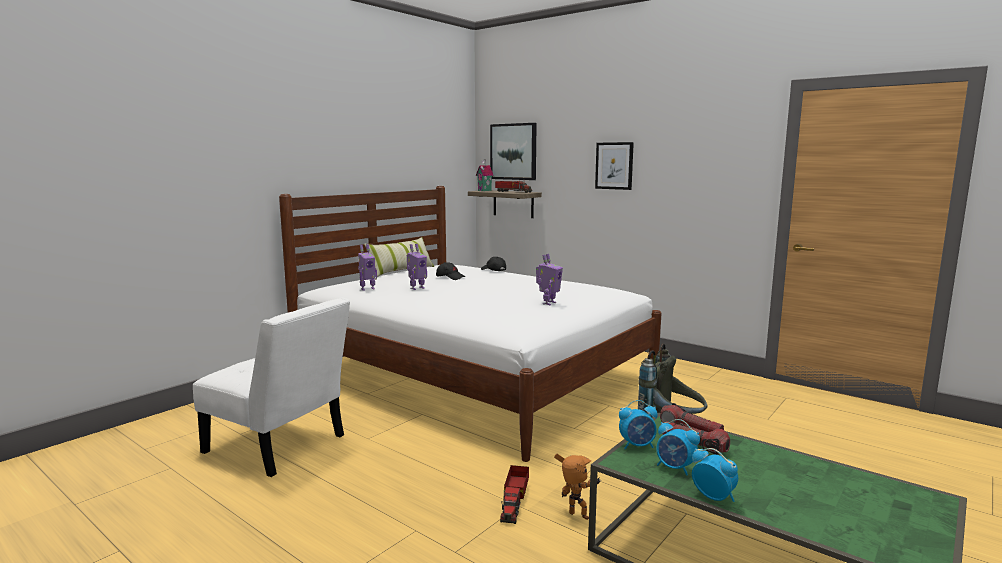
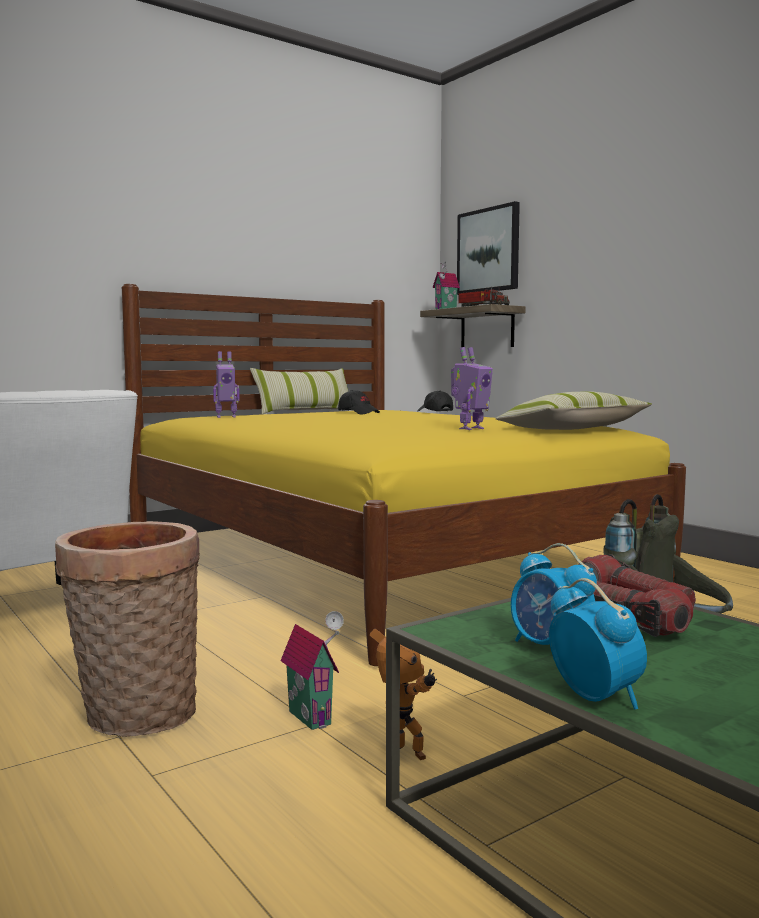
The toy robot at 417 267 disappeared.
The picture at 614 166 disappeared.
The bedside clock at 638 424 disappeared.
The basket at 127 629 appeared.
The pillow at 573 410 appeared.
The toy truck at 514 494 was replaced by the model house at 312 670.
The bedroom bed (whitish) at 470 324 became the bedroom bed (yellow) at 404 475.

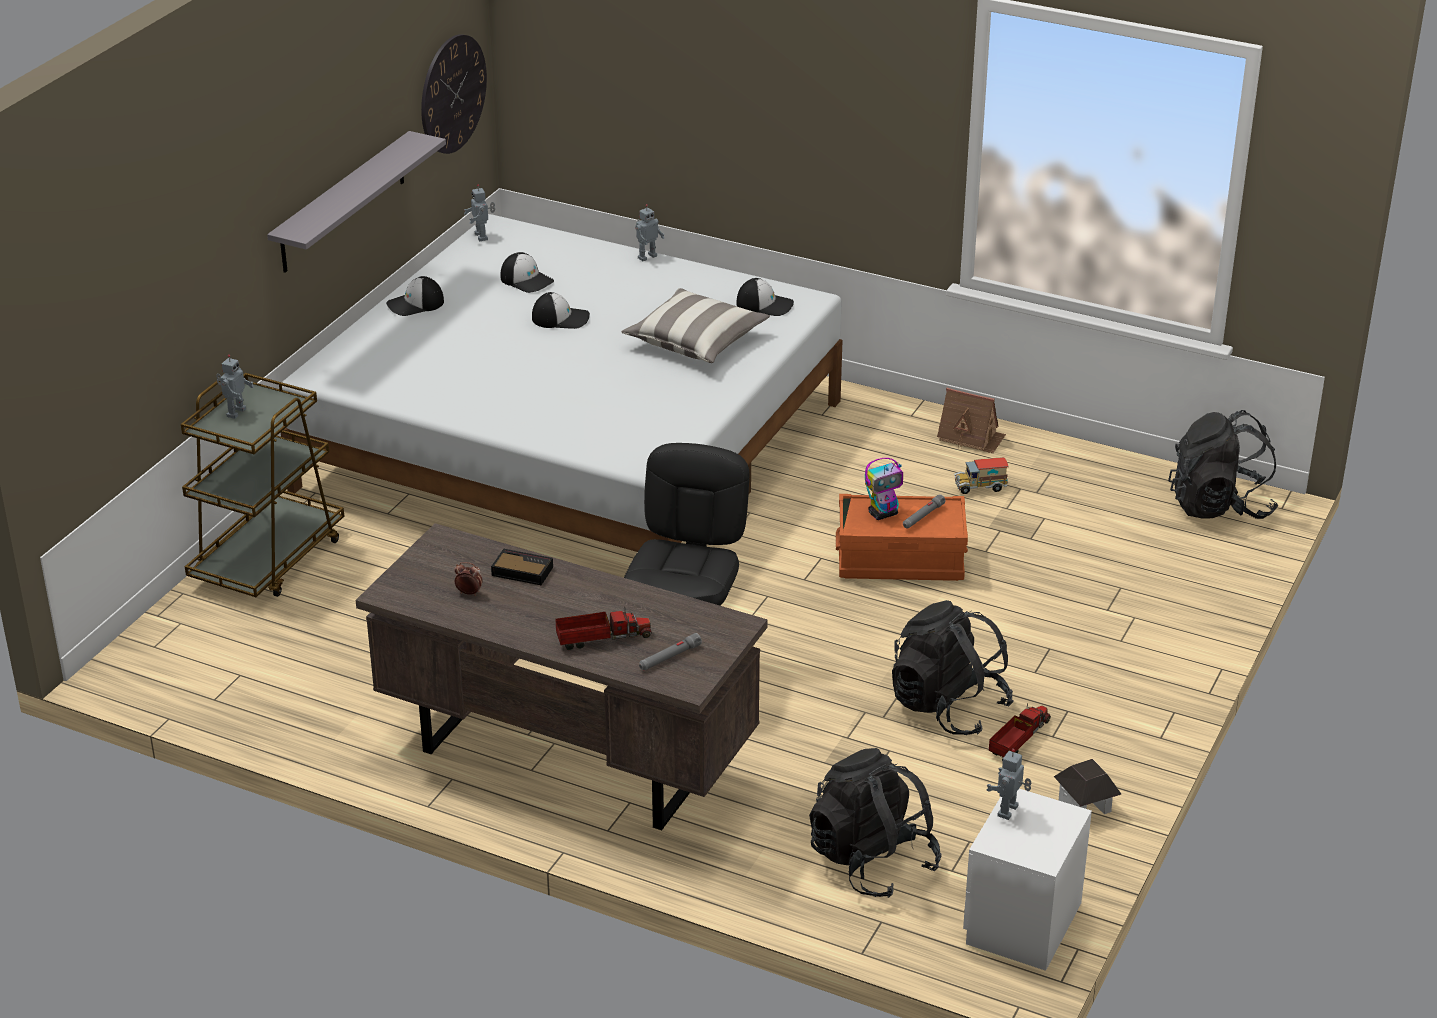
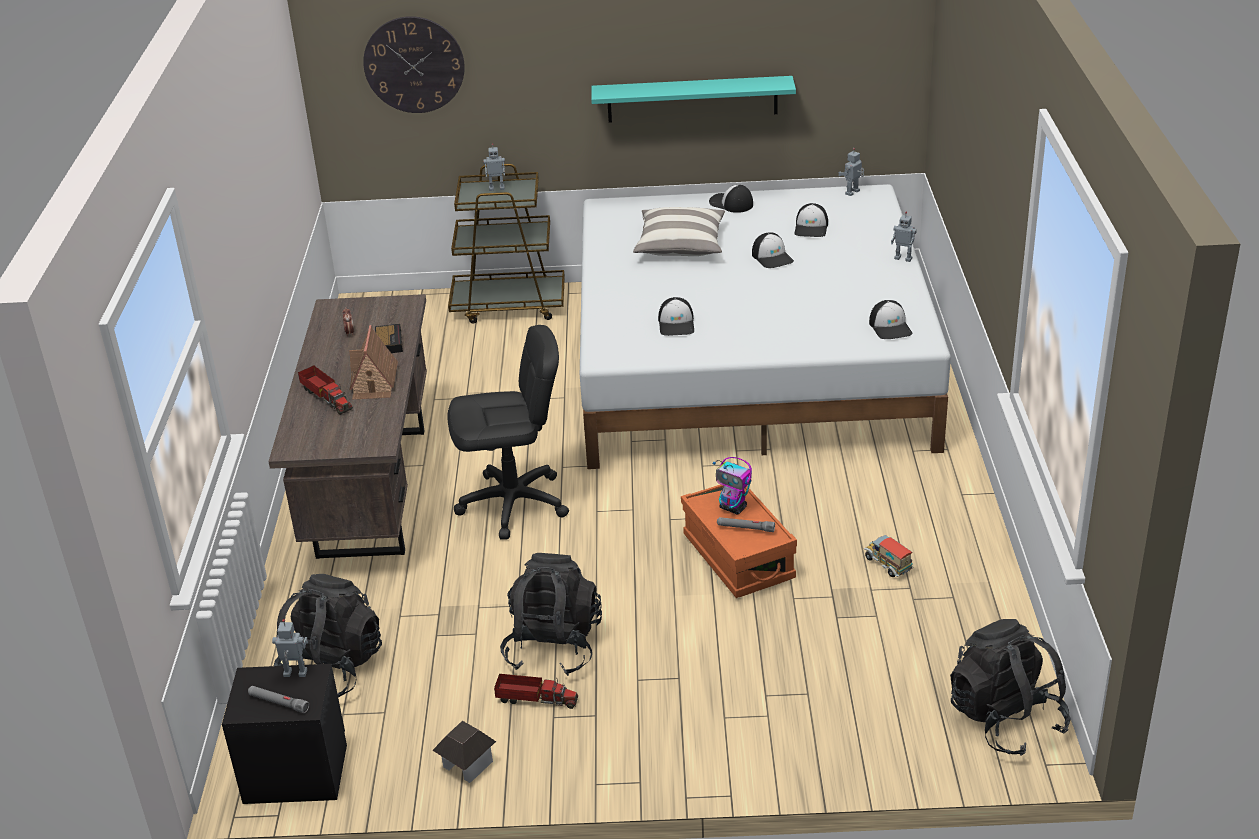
The baseball cap at 676 316 appeared.
The hanging clock moved from 454 94 to 414 64.
The pillow moved from 695 325 to 679 231.
The flashlight (greyish) moved from 670 652 to 278 699.
The model house moved from 971 420 to 373 362.
The wall shelf (greyish) at 356 202 became the wall shelf (turquoise) at 693 99.
The night table (whitish) at 1027 880 became the night table (blackish) at 284 734.

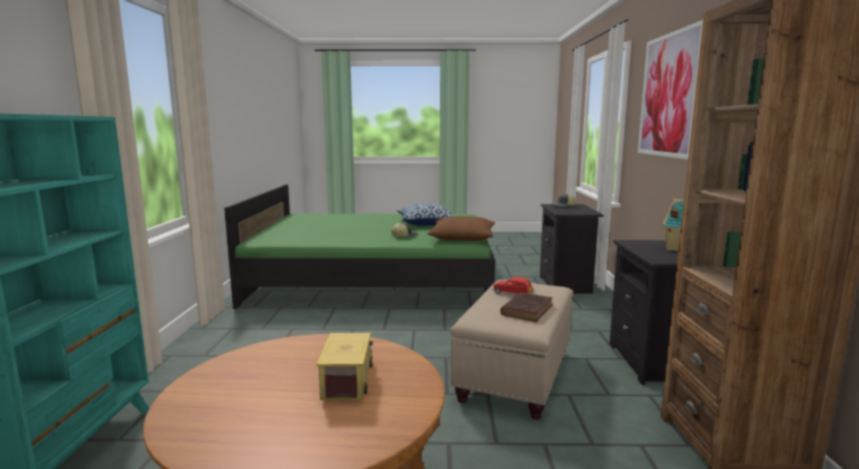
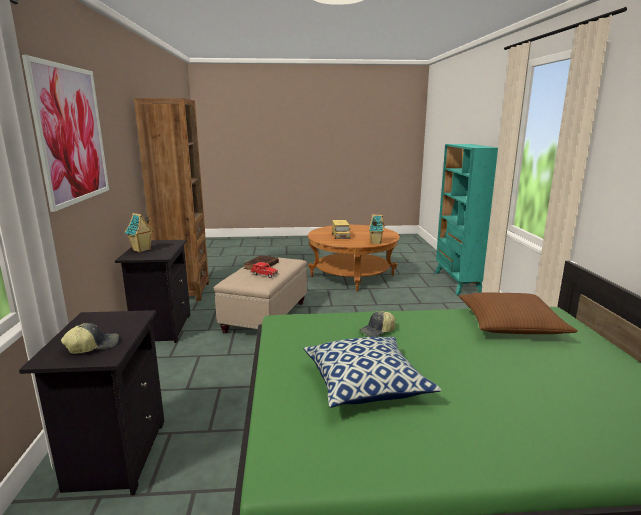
The model house at 376 229 appeared.
The pillow (brown) moved from 461 228 to 518 313.

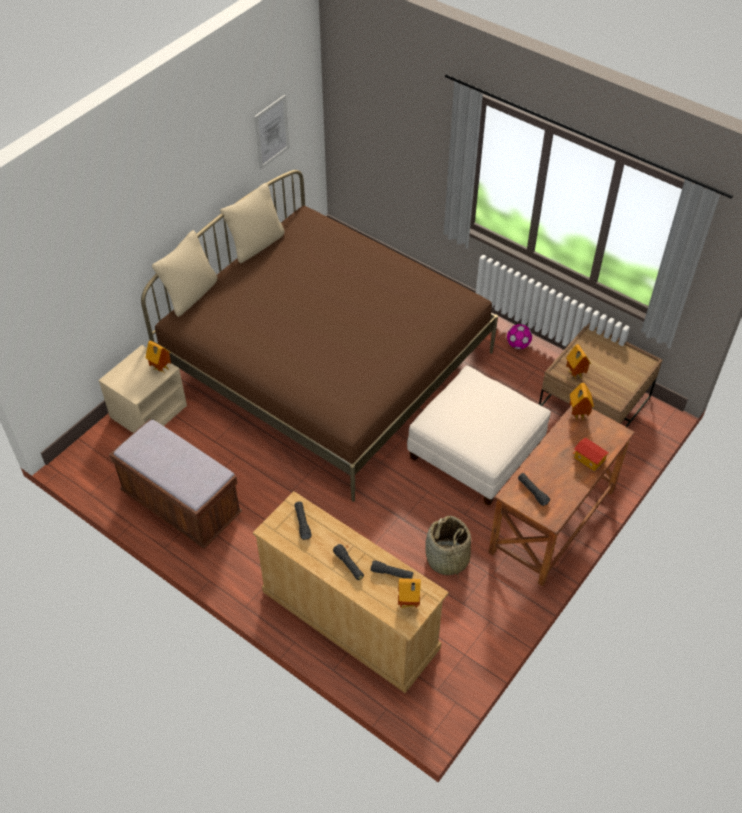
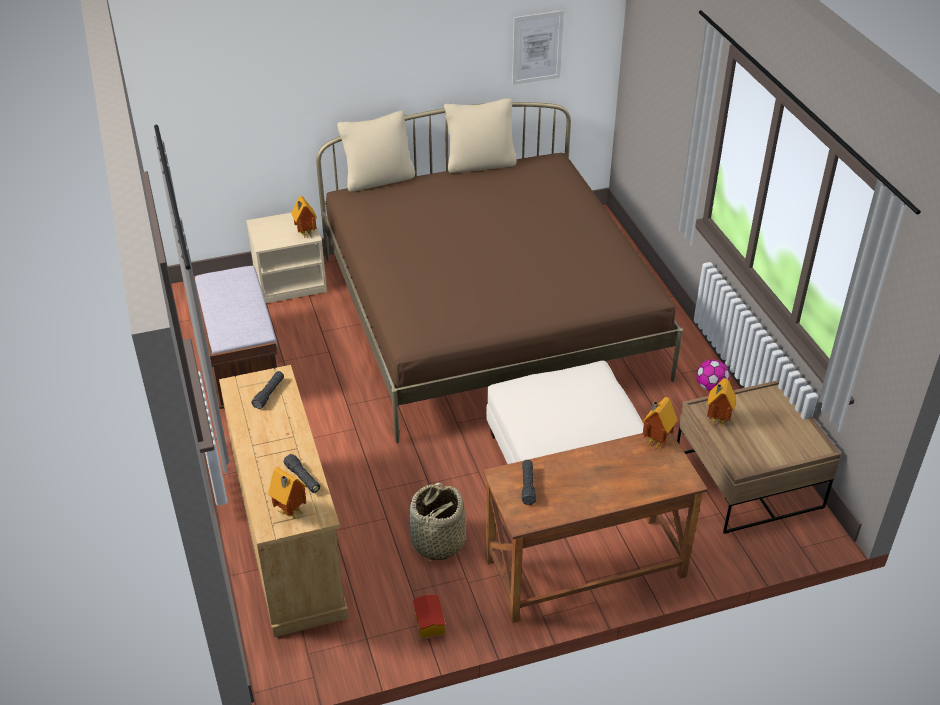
The flashlight (blackish) at 348 562 disappeared.
The model house moved from 590 455 to 429 617.

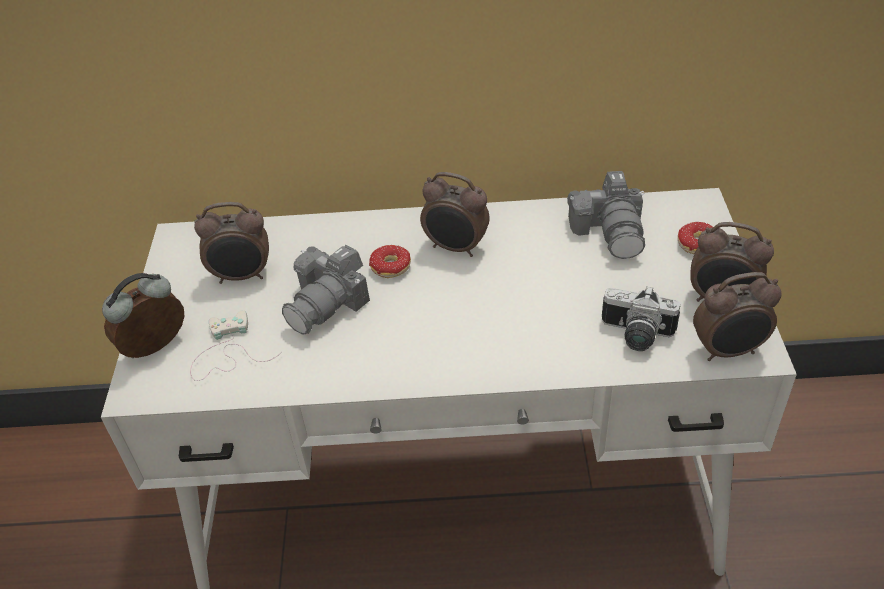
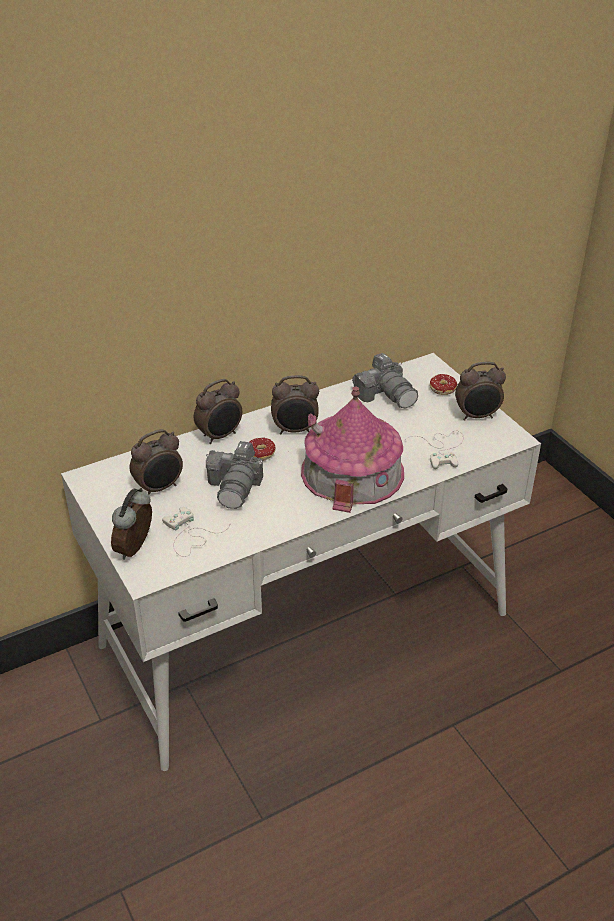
The model house at 352 450 appeared.
The bedside clock moved from 737 316 to 218 411.
The photo camera at 641 318 was replaced by the game controller (whitish) at 434 450.

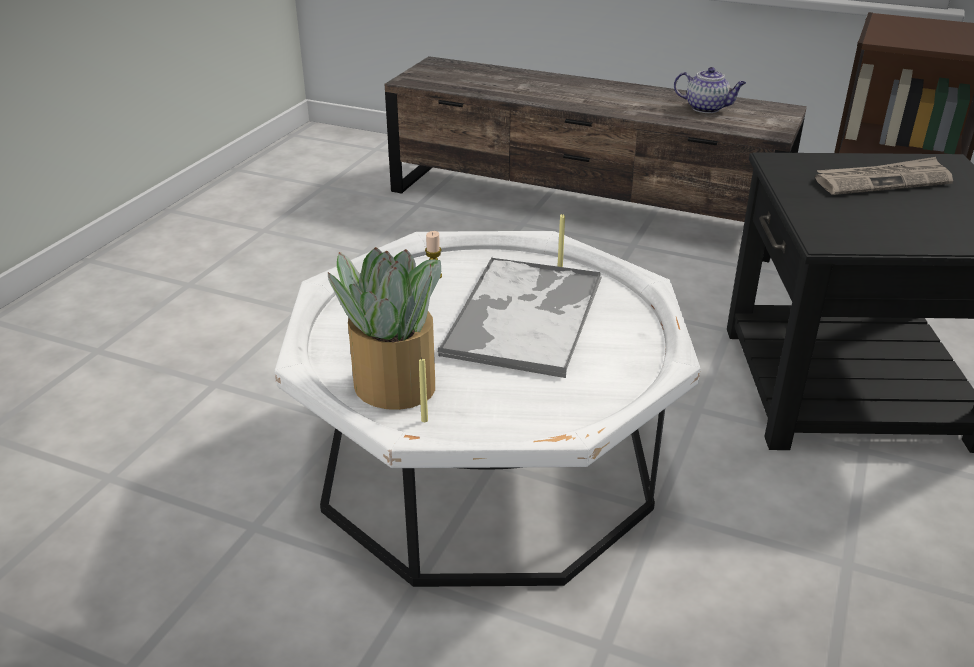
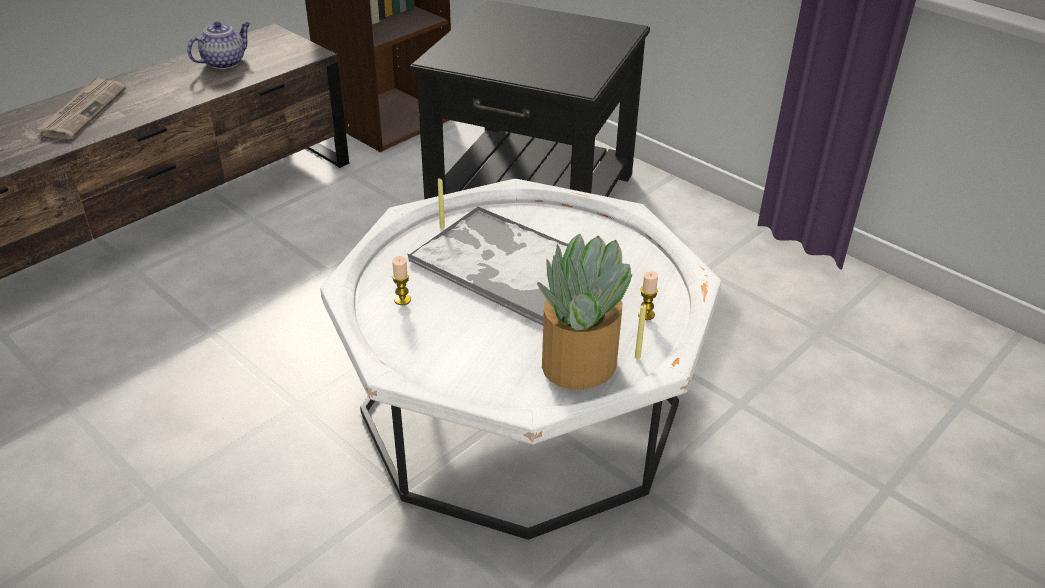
The wax candle at 648 295 appeared.
The newspaper moved from 884 176 to 81 107.

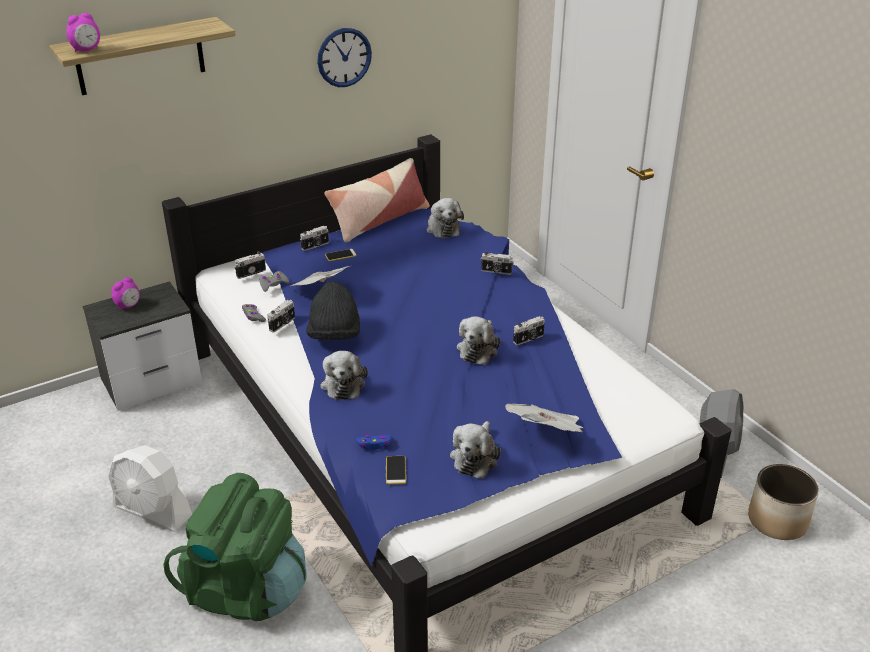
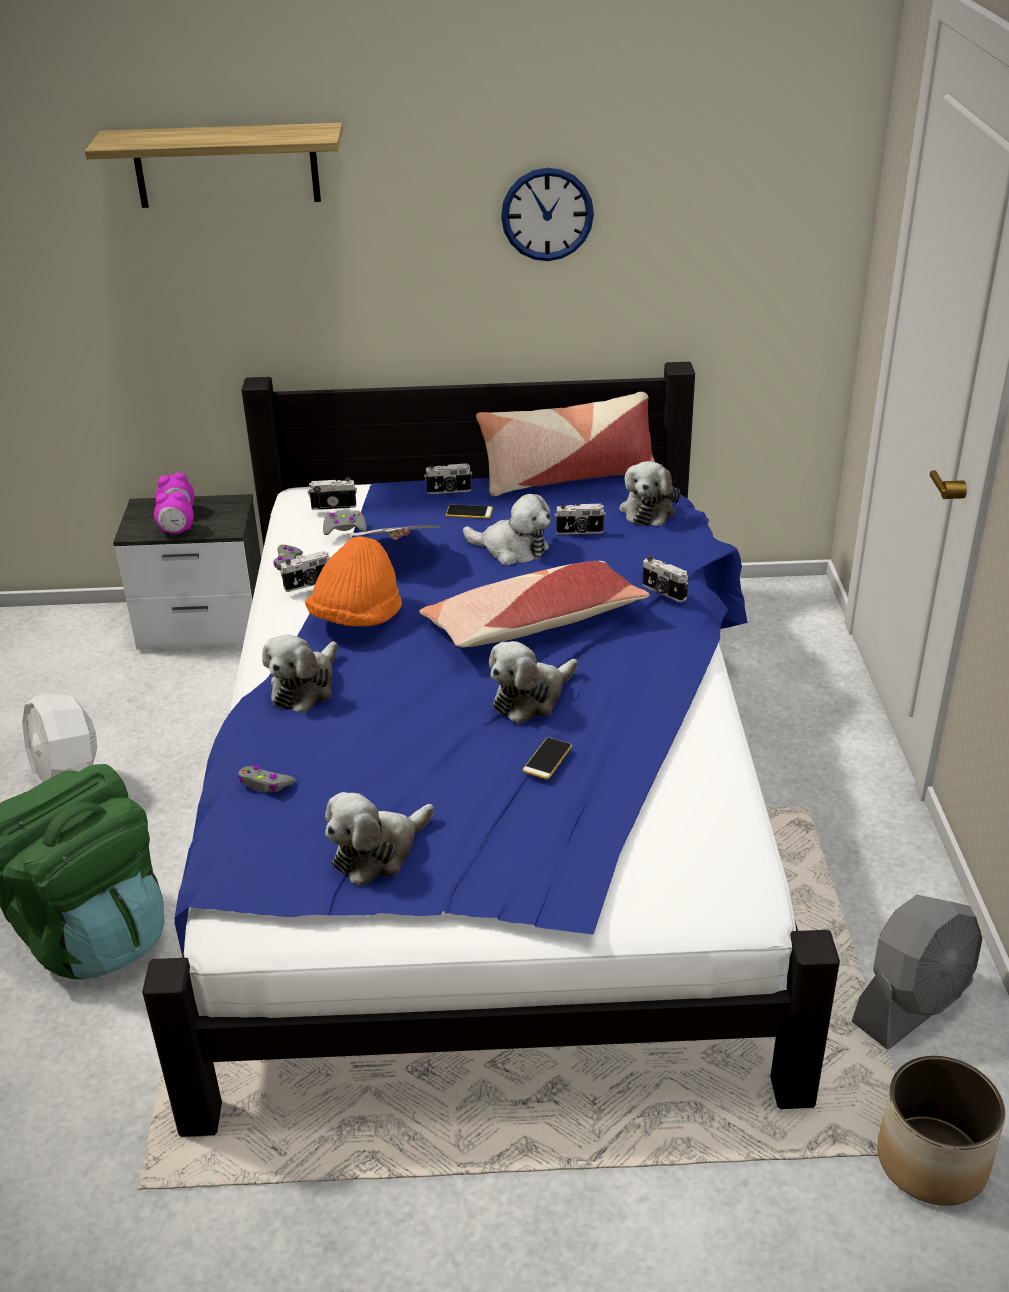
The newspaper at 544 418 disappeared.
The pillow at 534 604 appeared.
The cuddly toy at 507 529 appeared.
The bedside clock moved from 83 32 to 174 512.
The telephone moved from 396 470 to 547 758.
The photo camera moved from 529 330 to 580 519.
The clothing hat (blackish) at 333 310 became the clothing hat (orange-coloured) at 353 581.
The game controller (bluish) at 374 442 became the game controller (greyish) at 266 778.

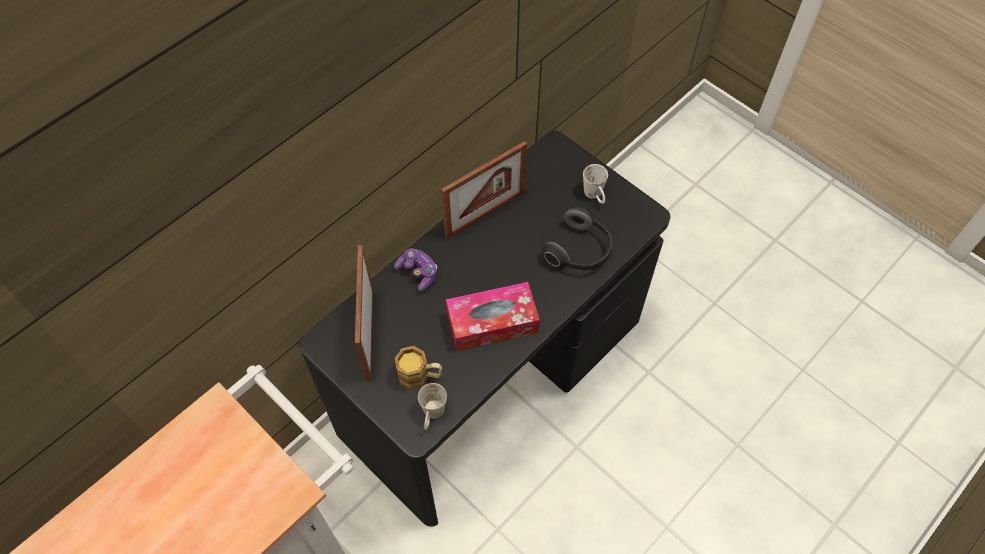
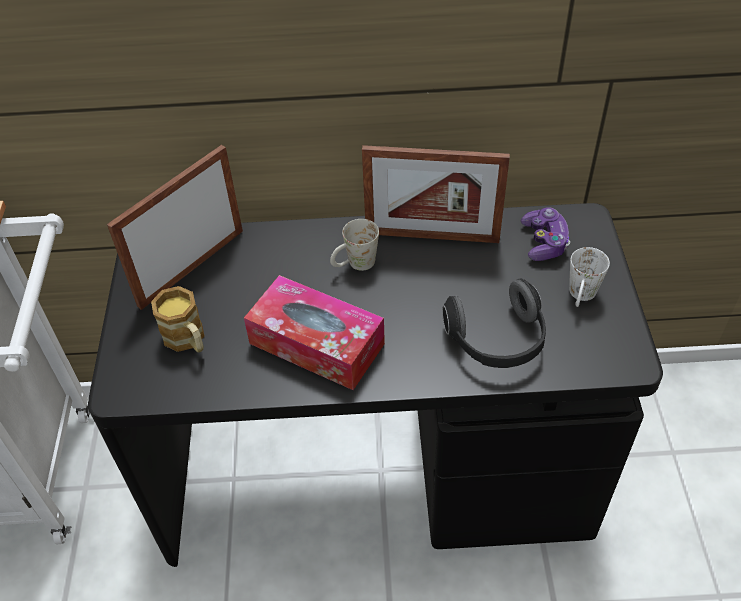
The game controller moved from 415 269 to 545 234.
The tea mug (whitish) moved from 432 406 to 354 245.

